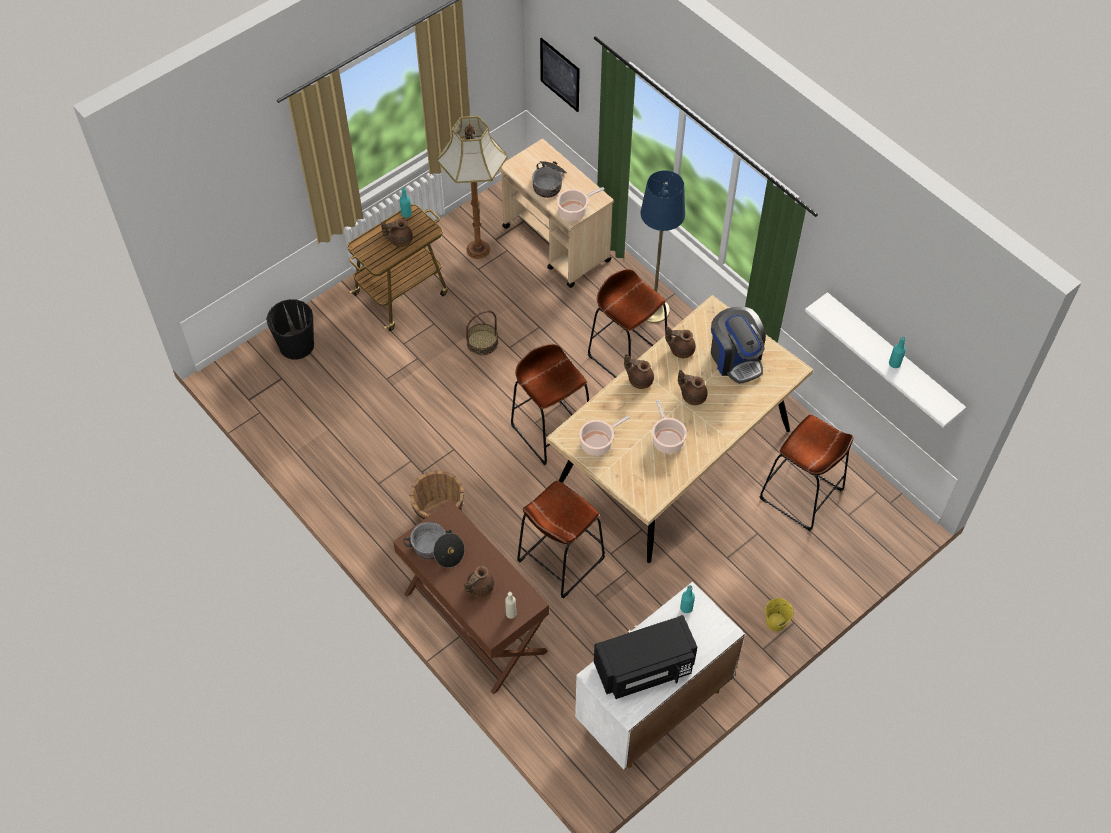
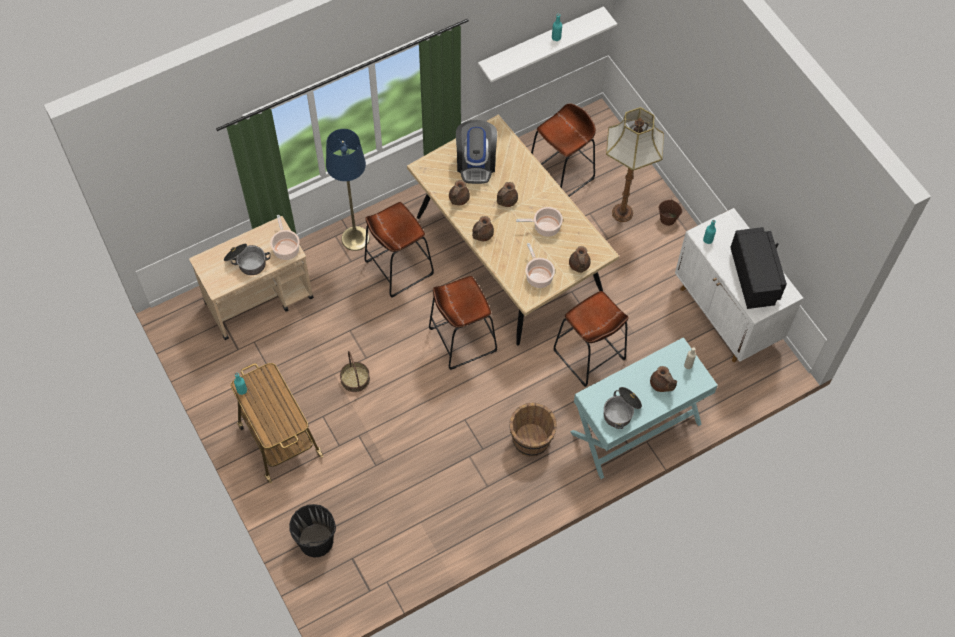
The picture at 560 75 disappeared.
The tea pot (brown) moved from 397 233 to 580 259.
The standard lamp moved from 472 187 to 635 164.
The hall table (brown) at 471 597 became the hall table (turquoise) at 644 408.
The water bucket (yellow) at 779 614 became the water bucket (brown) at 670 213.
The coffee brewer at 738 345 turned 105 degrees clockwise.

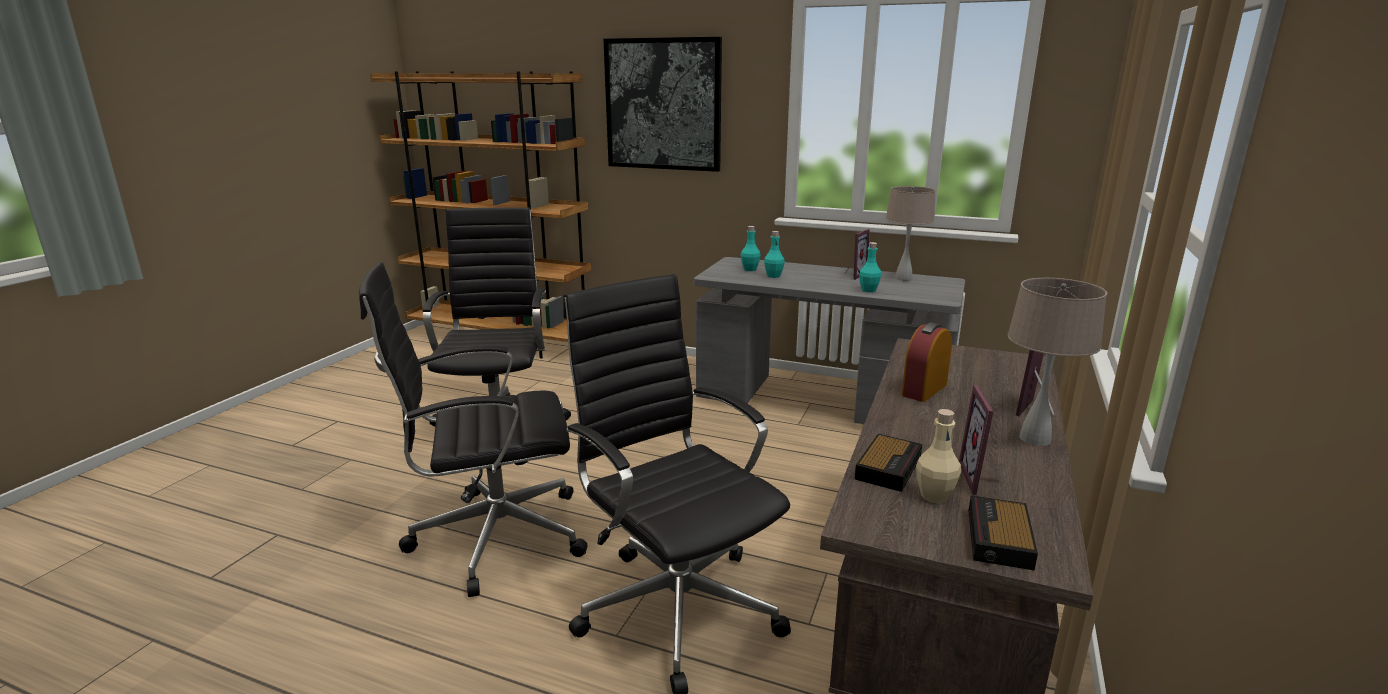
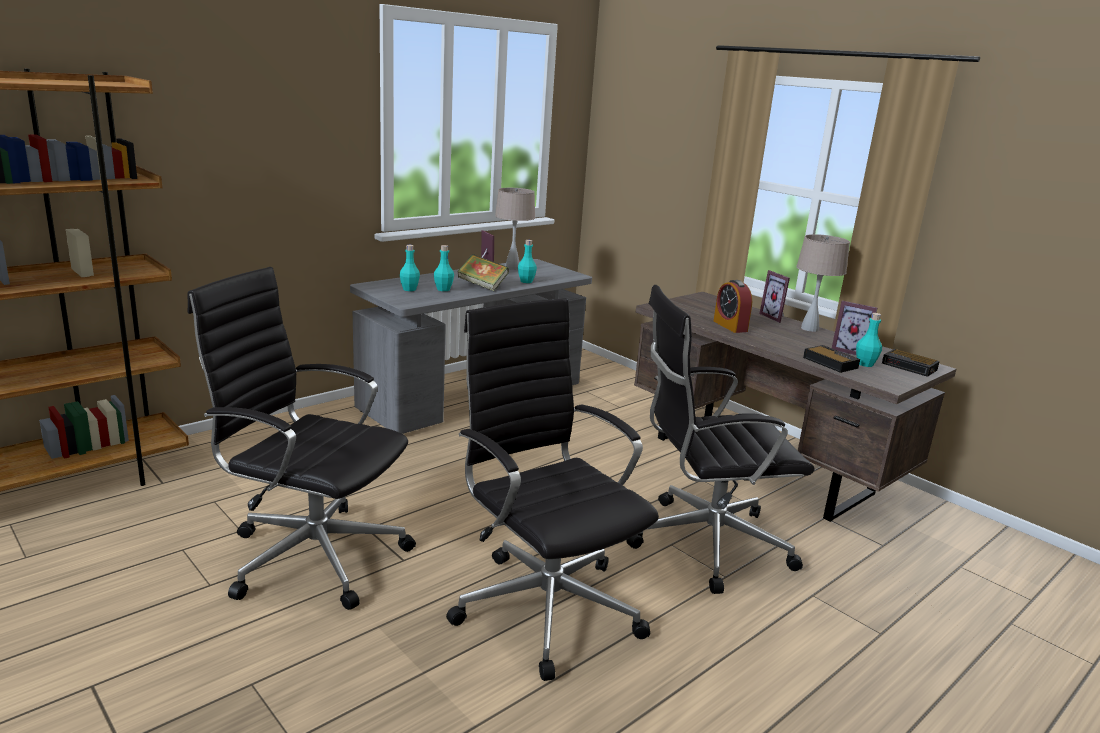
The picture at 662 104 disappeared.
The bound book at 483 272 appeared.
The beverage bottle (beige-coloured) at 938 456 became the beverage bottle (turquoise) at 869 340.
The computer chair (blackish) at 473 429 turned 135 degrees clockwise.

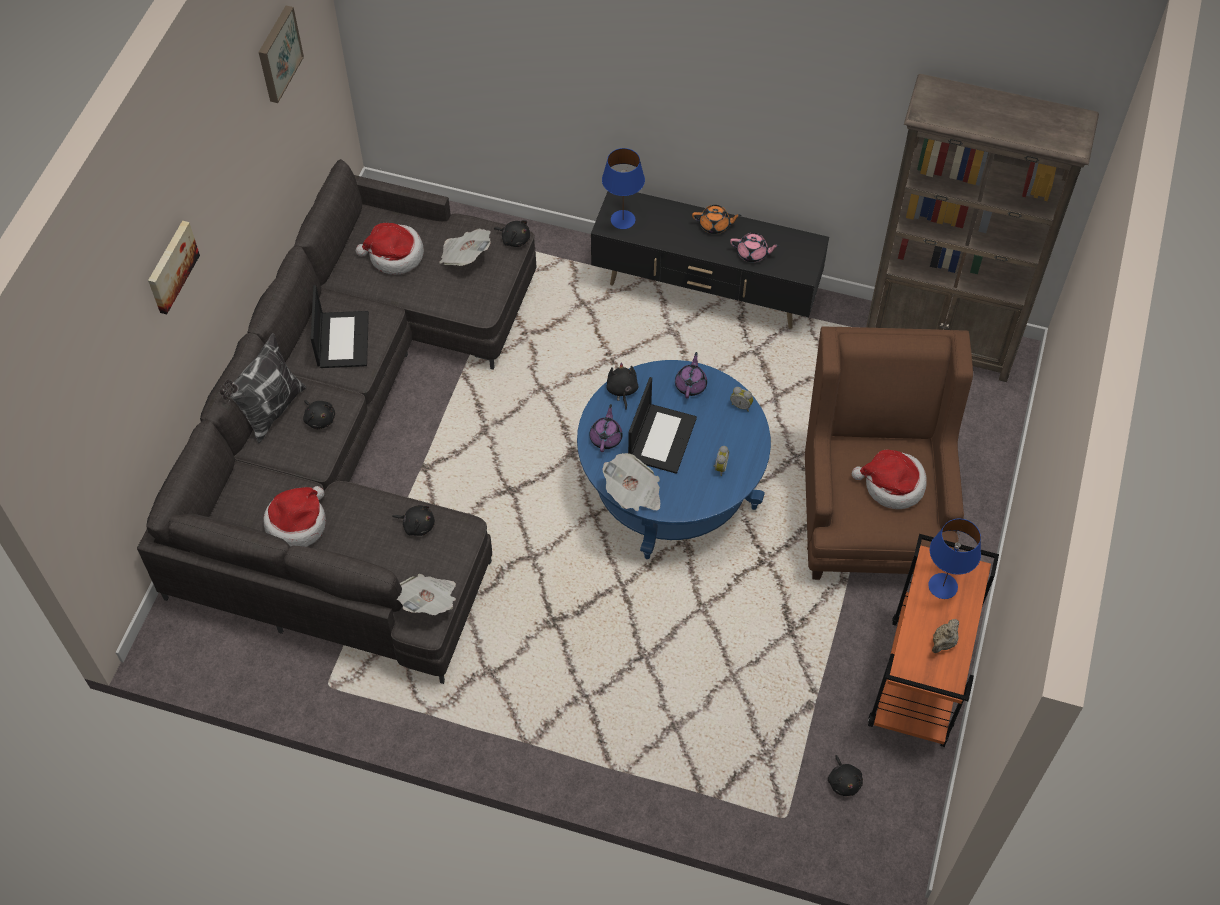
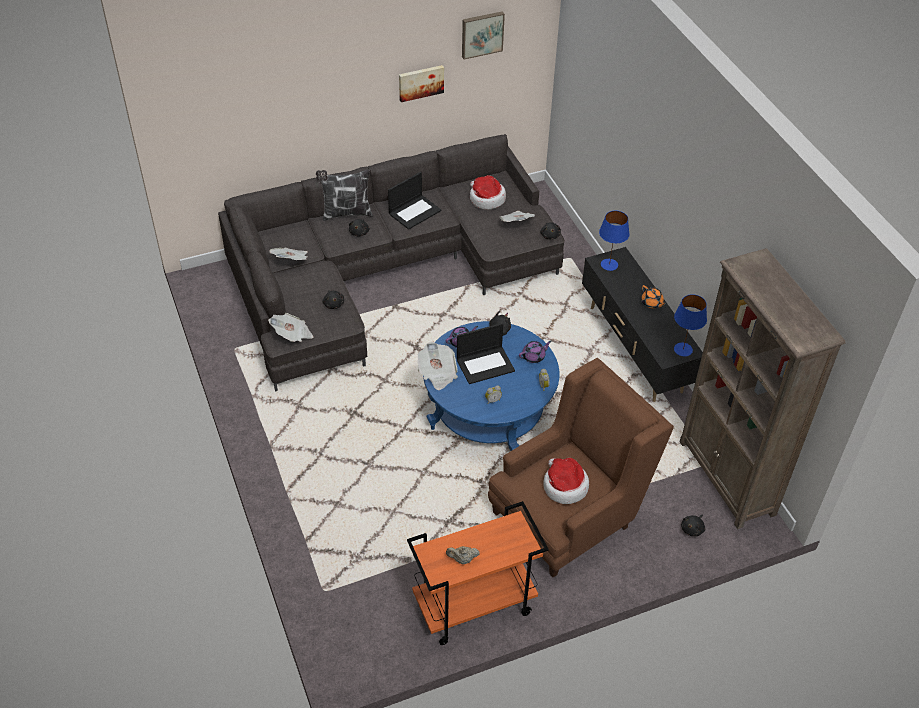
The tea pot (pink) at 754 247 disappeared.
The picture moved from 174 267 to 421 83.
The cuddly toy (blackish) moved from 845 775 to 693 525.
The tabletop lamp (bluish) moved from 954 559 to 690 325.
The clothing hat at 294 516 was replaced by the newspaper at 288 253.

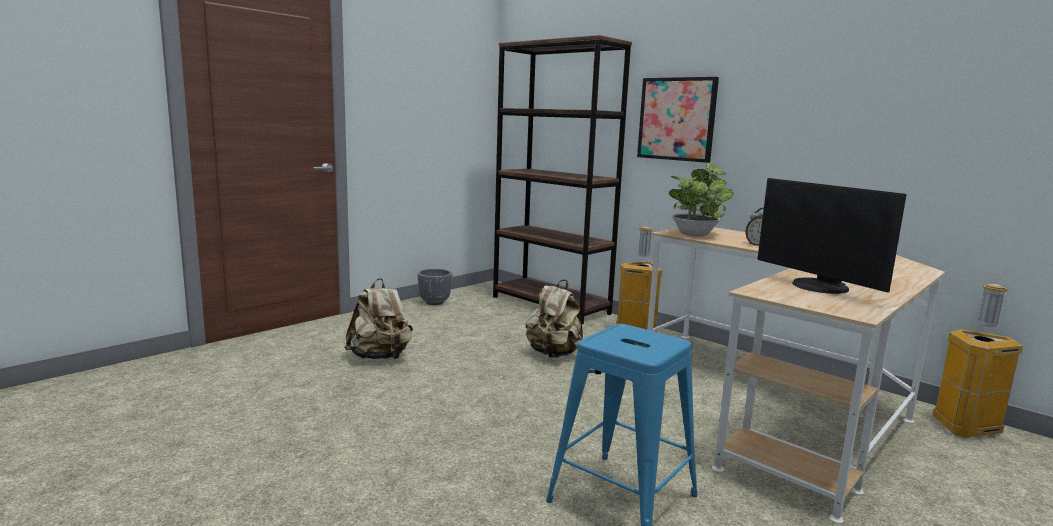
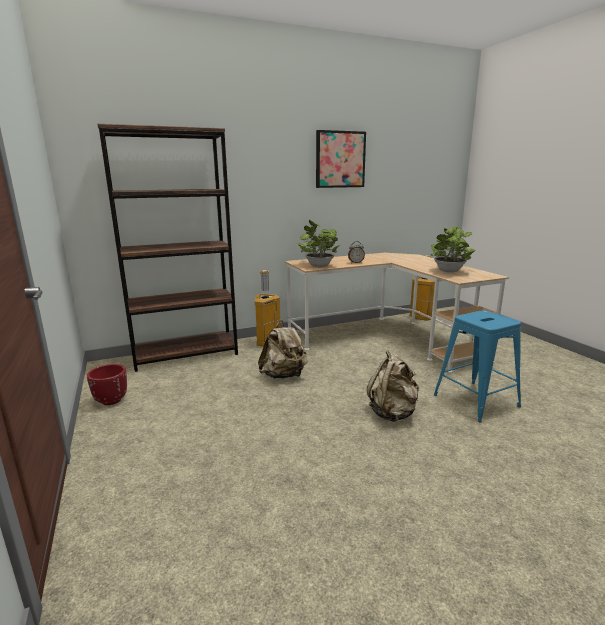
The backpack (beige-coloured) moved from 378 318 to 393 386.
The picture moved from 678 120 to 341 159.
The monitor at 832 236 was replaced by the houseplant at 453 248.
The flower pot (greyish) at 435 287 became the flower pot (red-coloured) at 107 384.

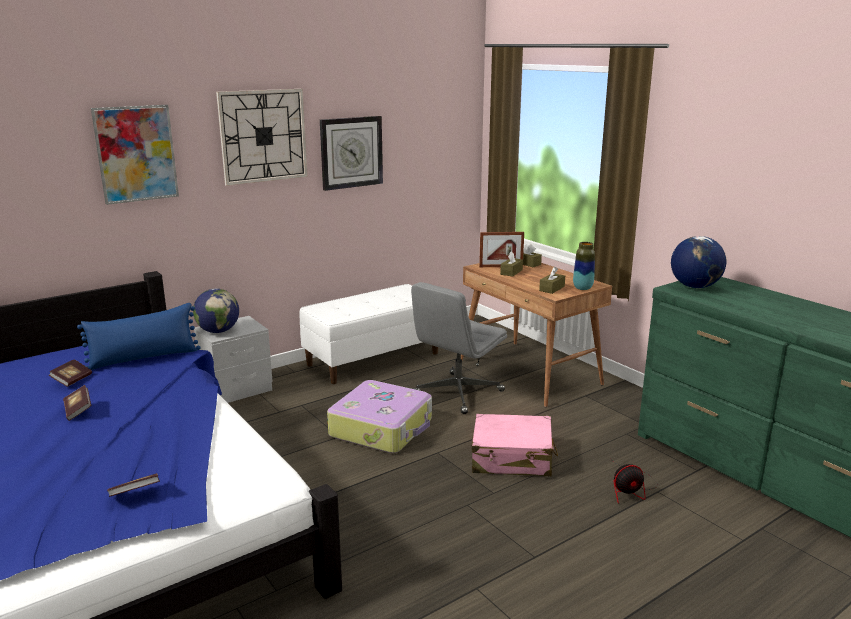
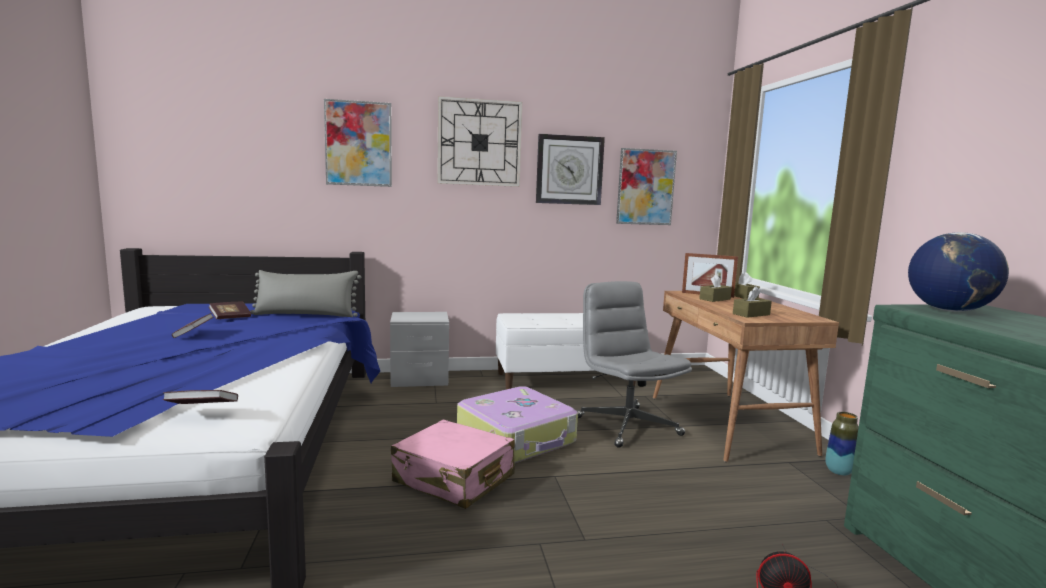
The globe at 216 310 disappeared.
The picture at 646 186 appeared.
The bound book moved from 133 485 to 200 397.
The piece of luggage (pink) moved from 515 445 to 453 464.
The decorative vase moved from 584 266 to 842 444.
The pillow (bluish) at 139 336 became the pillow (greyish) at 305 293.
The computer chair (greyish) at 459 348 turned 90 degrees clockwise.

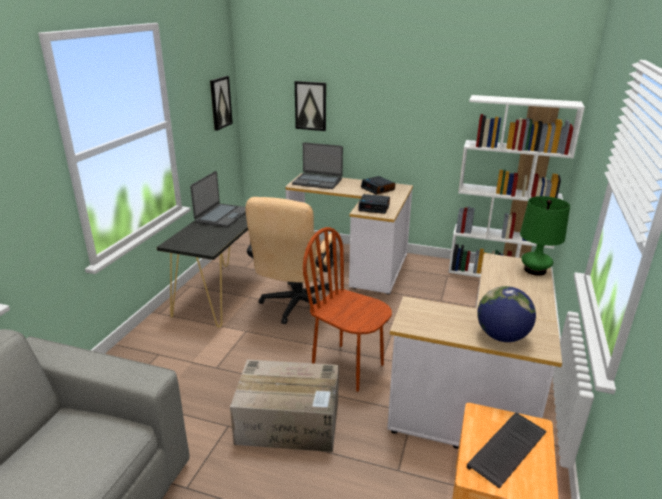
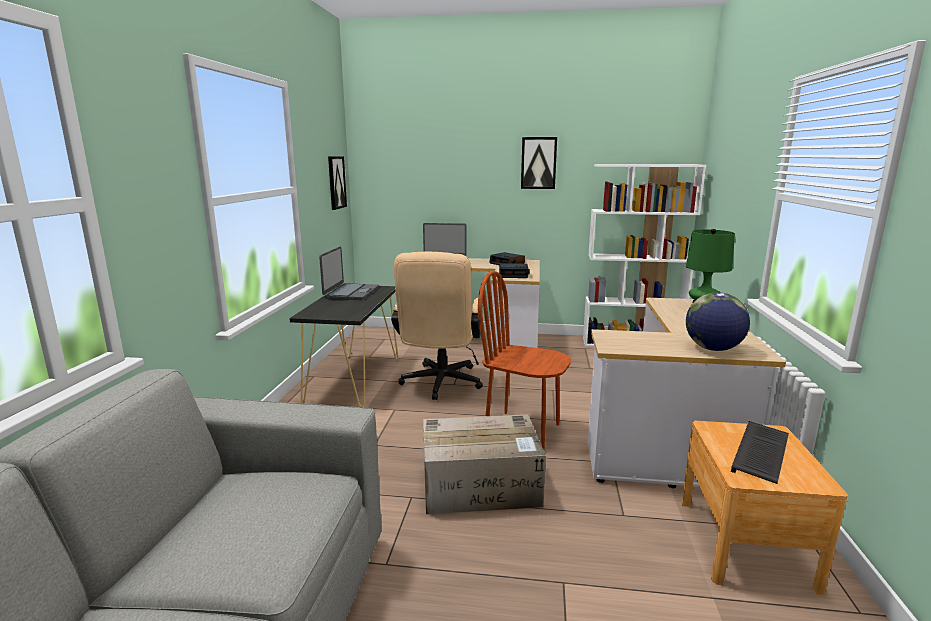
The picture moved from 310 106 to 539 163.

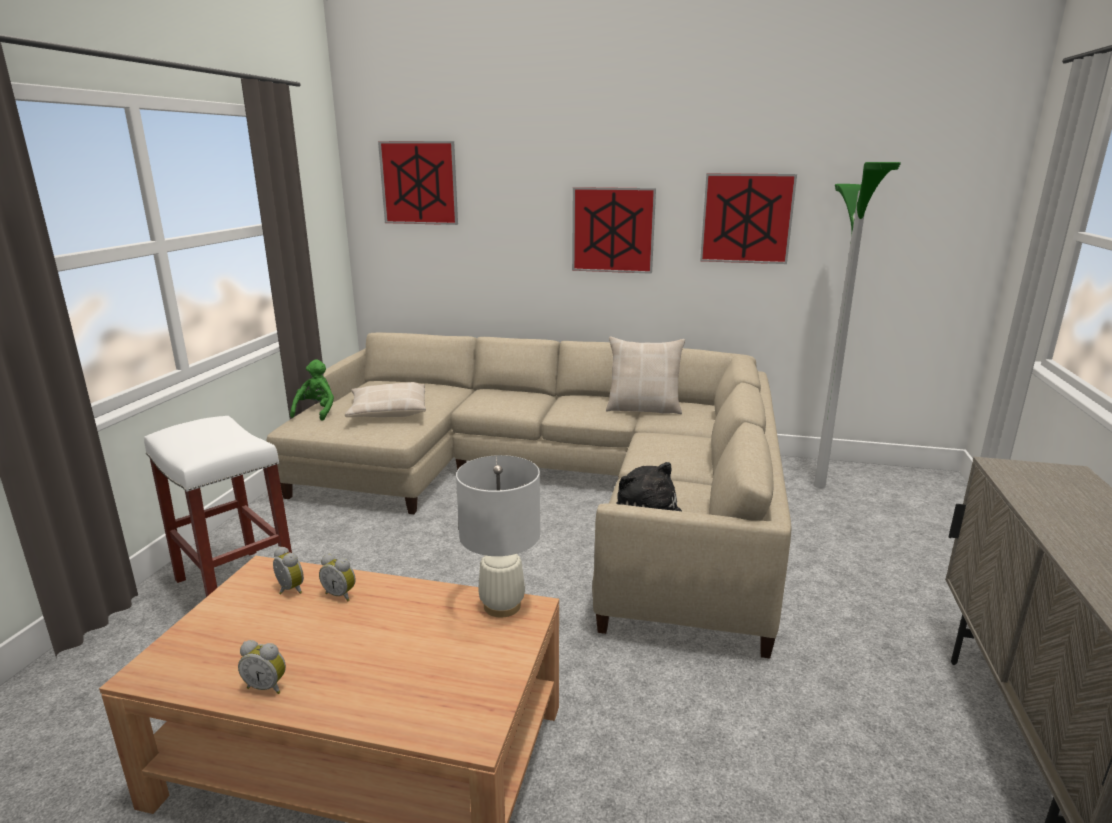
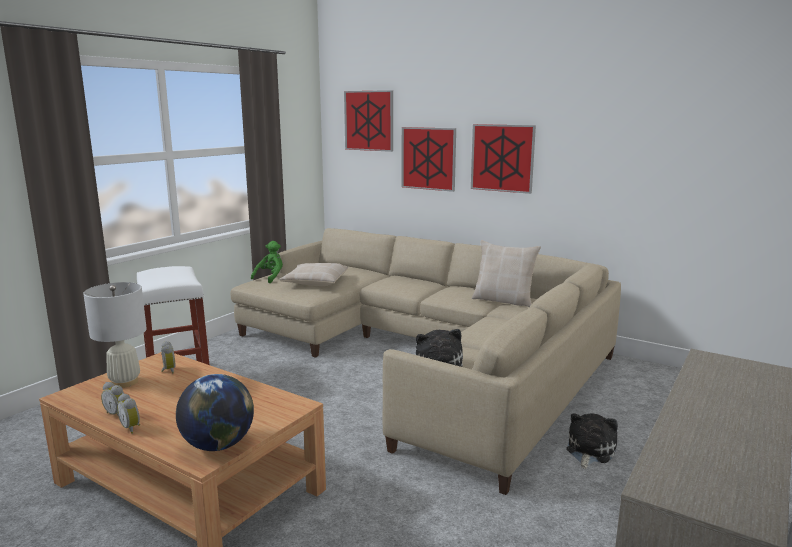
The standard lamp at 857 325 disappeared.
The globe at 215 412 appeared.
The cuddly toy at 592 441 appeared.
The bedside clock moved from 337 577 to 128 413.
The tabletop lamp (whitish) moved from 498 536 to 115 335.
The picture moved from 748 218 to 428 159.

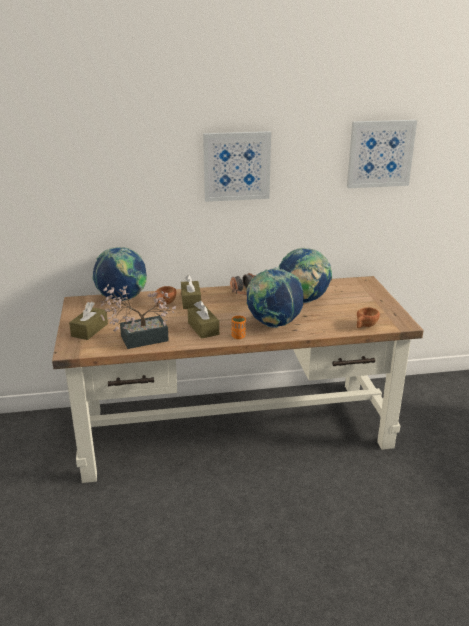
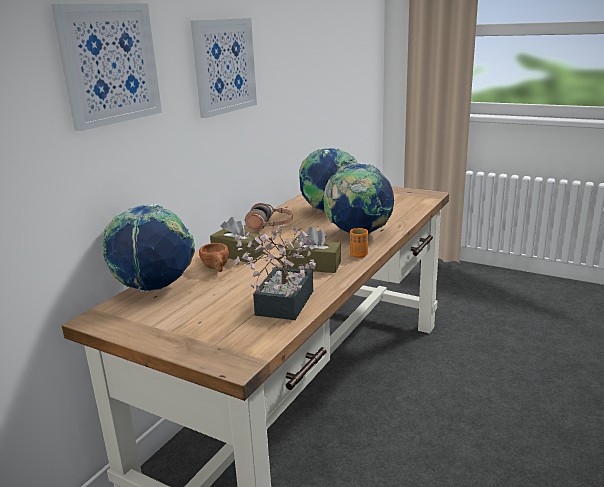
The tissue holder (brown) at 88 321 disappeared.
The drinking cup (brown) at 368 317 disappeared.
The picture moved from 382 154 to 106 67.

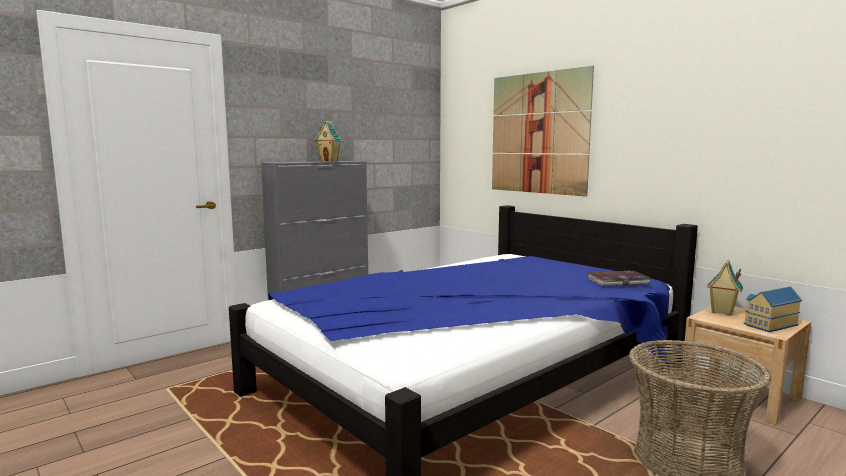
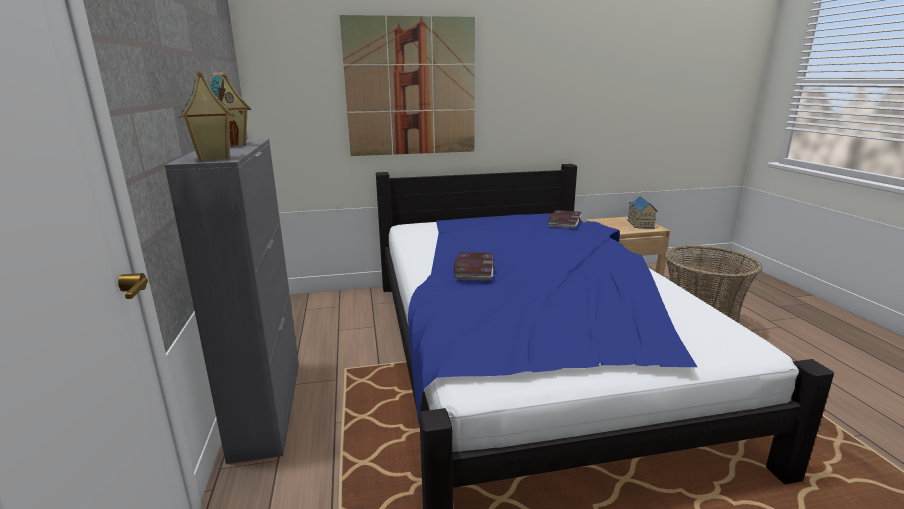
The bound book at 474 266 appeared.
The model house moved from 725 288 to 207 115.

